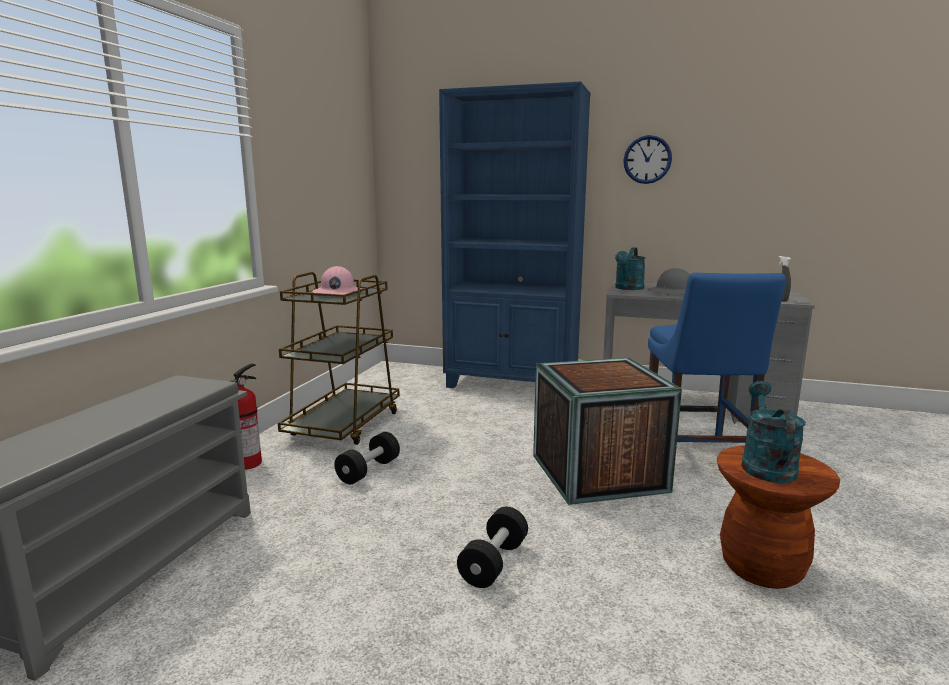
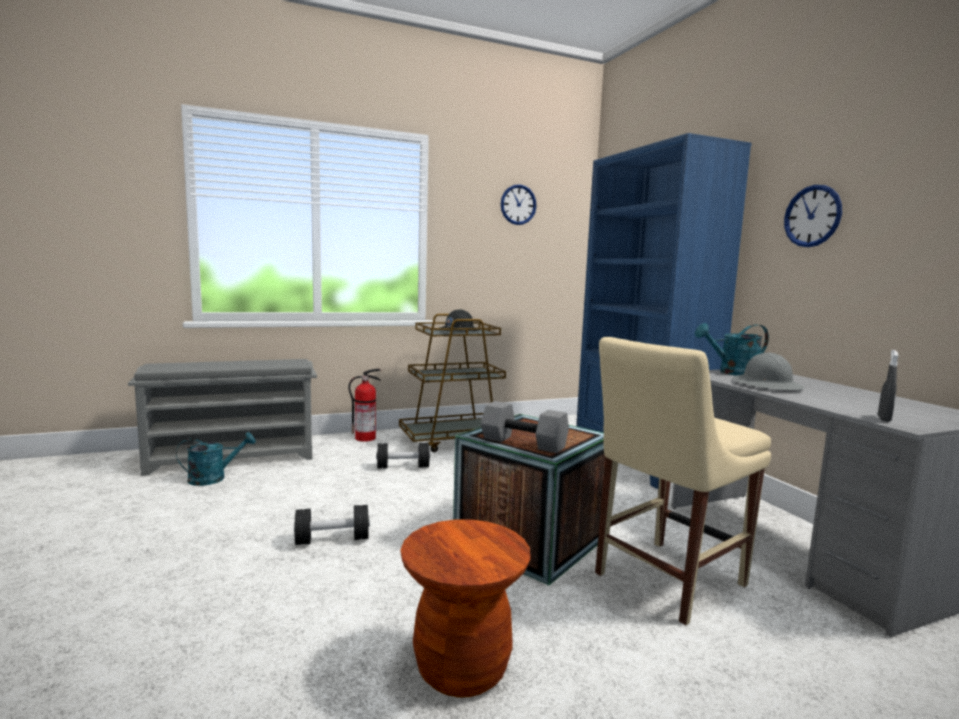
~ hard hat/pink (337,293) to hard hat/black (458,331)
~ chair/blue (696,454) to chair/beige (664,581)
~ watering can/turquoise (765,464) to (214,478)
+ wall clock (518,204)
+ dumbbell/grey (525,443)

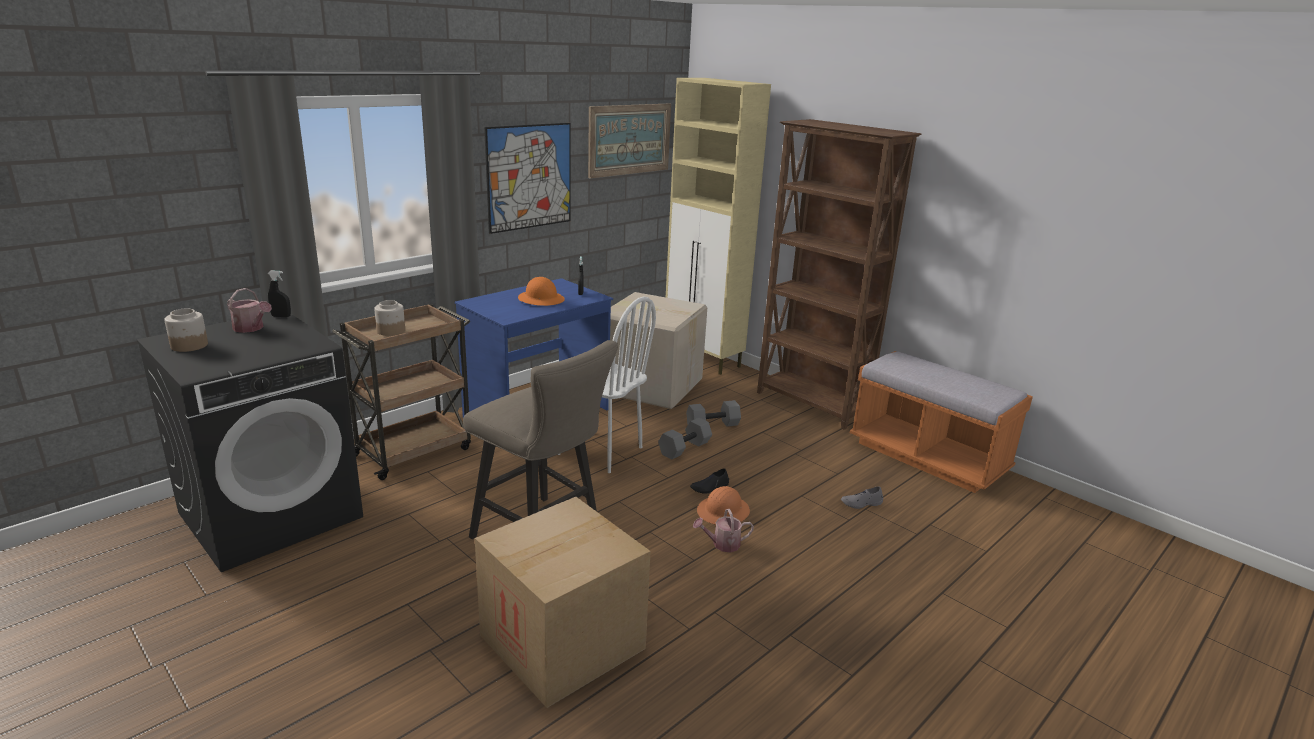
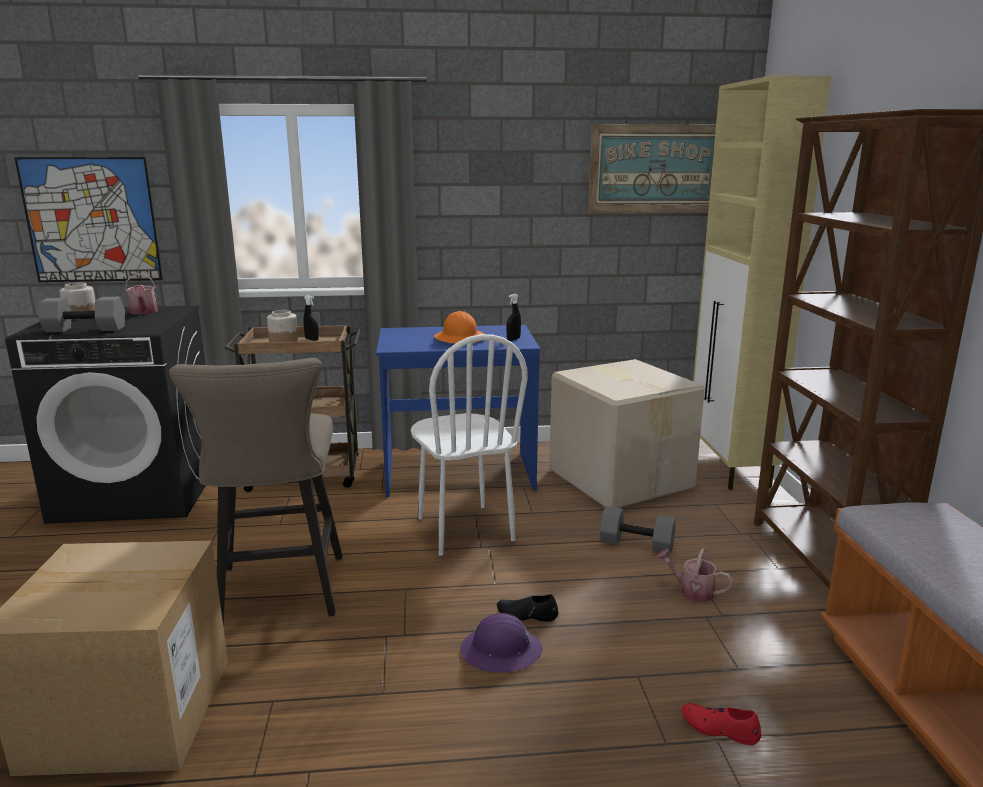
~ picture (529,177) to (91,220)
~ spray bottle/black (281,316) to (312,339)
~ dumbbell/grey (684,448) to (86,329)
~ hard hat/orange (723,512) to hard hat/purple (501,651)
~ shoe/grey (861,503) to shoe/red (719,728)
~ watering can (722,544) to (692,591)

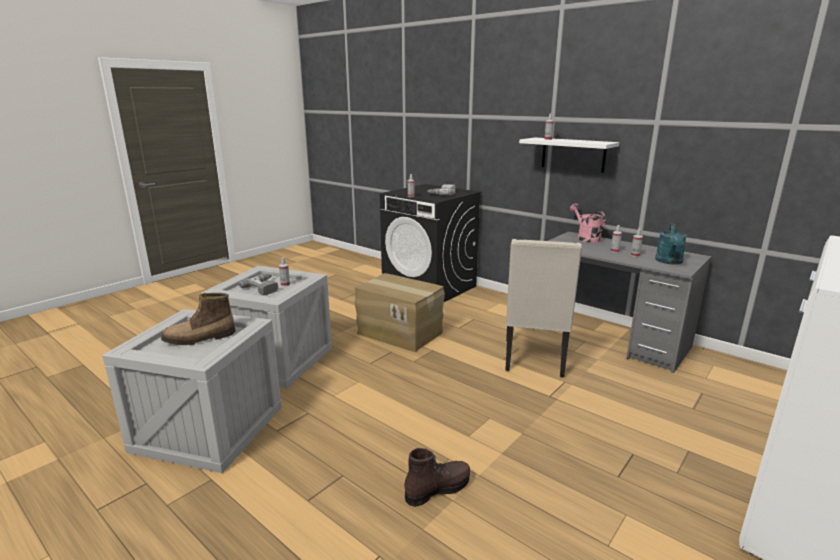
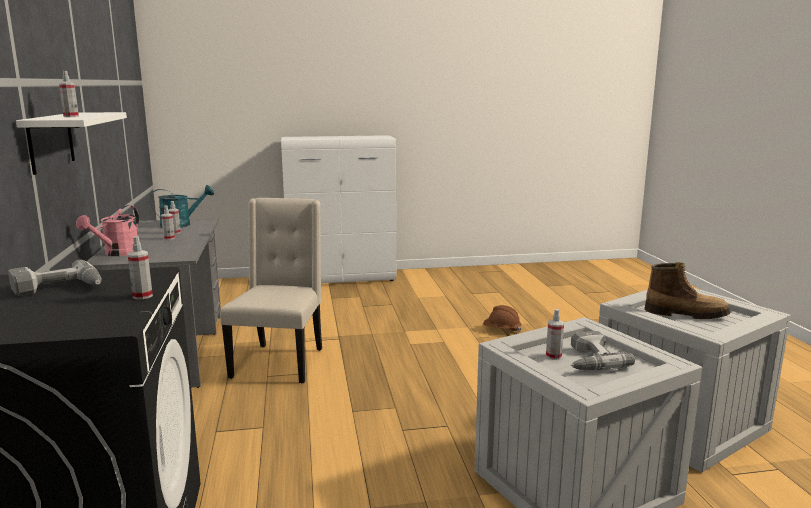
~ chair/beige (535,359) = (280,362) 45 degrees counterclockwise
- cardboard box (400,332)
~ boot/brown (437,489) to hard hat/brown (501,330)

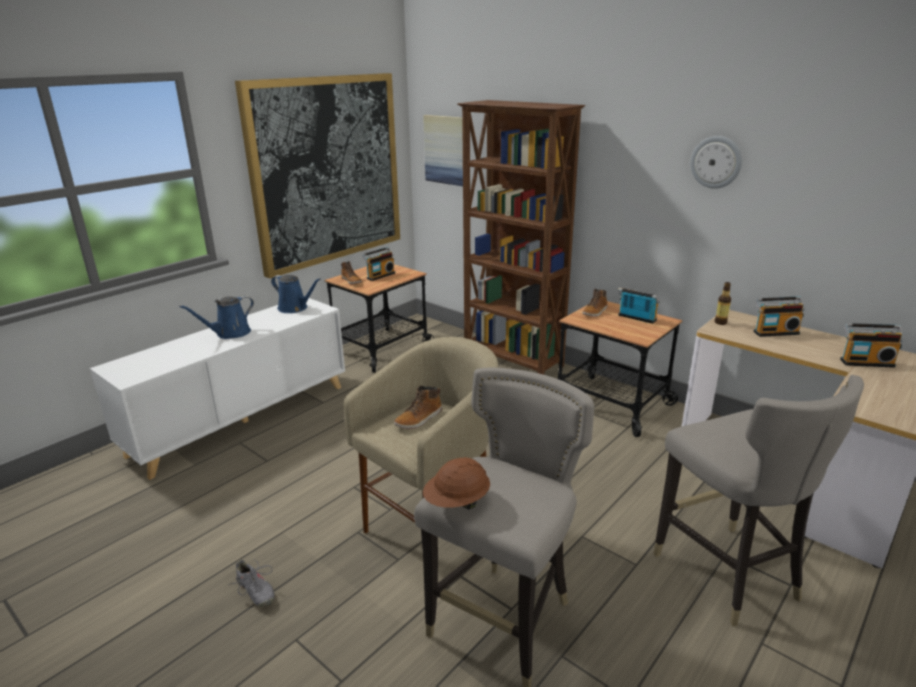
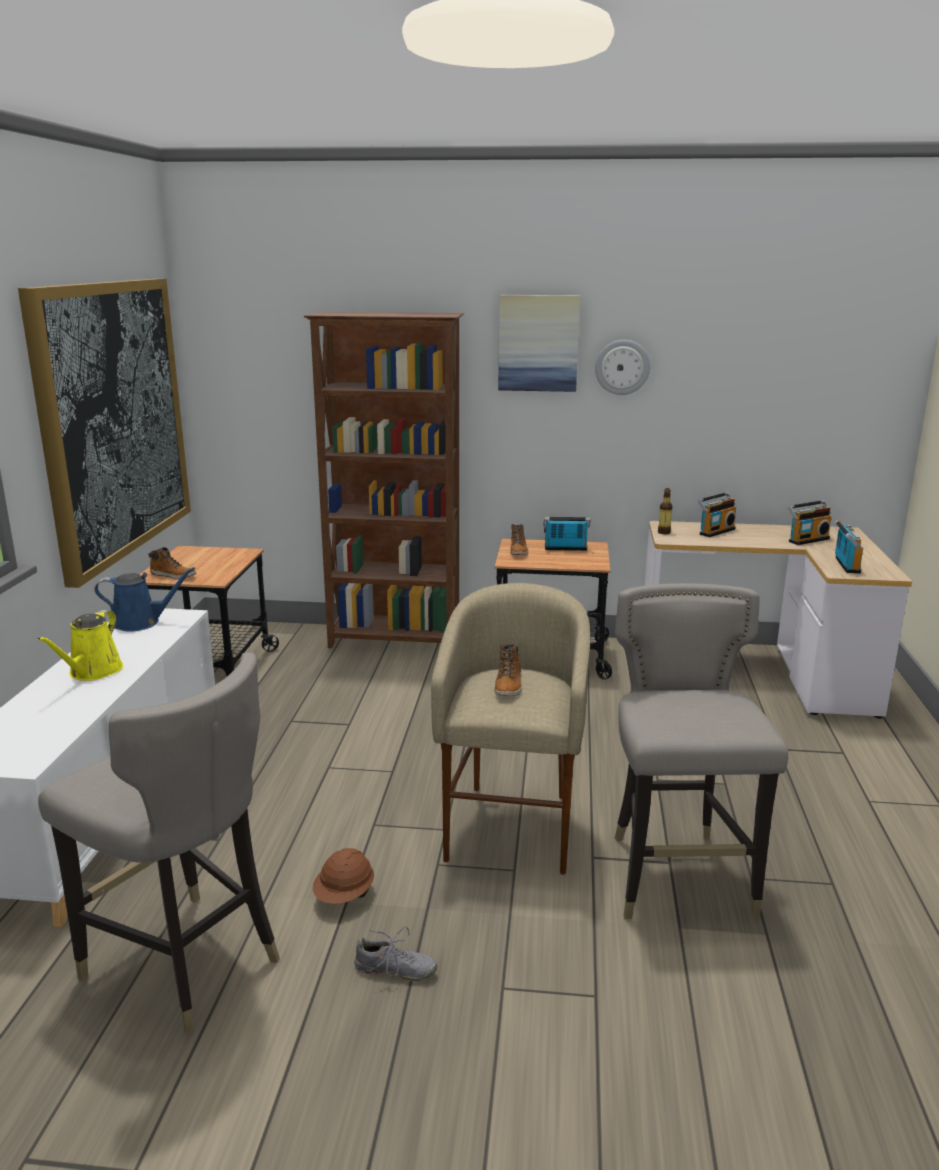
~ picture (447,150) to (538,343)
~ radio (380,275) to (844,565)
~ watering can/blue (230,333) to watering can/yellow (92,672)
~ stool/grey (727,575) to (185,965)
~ hard hat/brown (457,502) to (344,896)

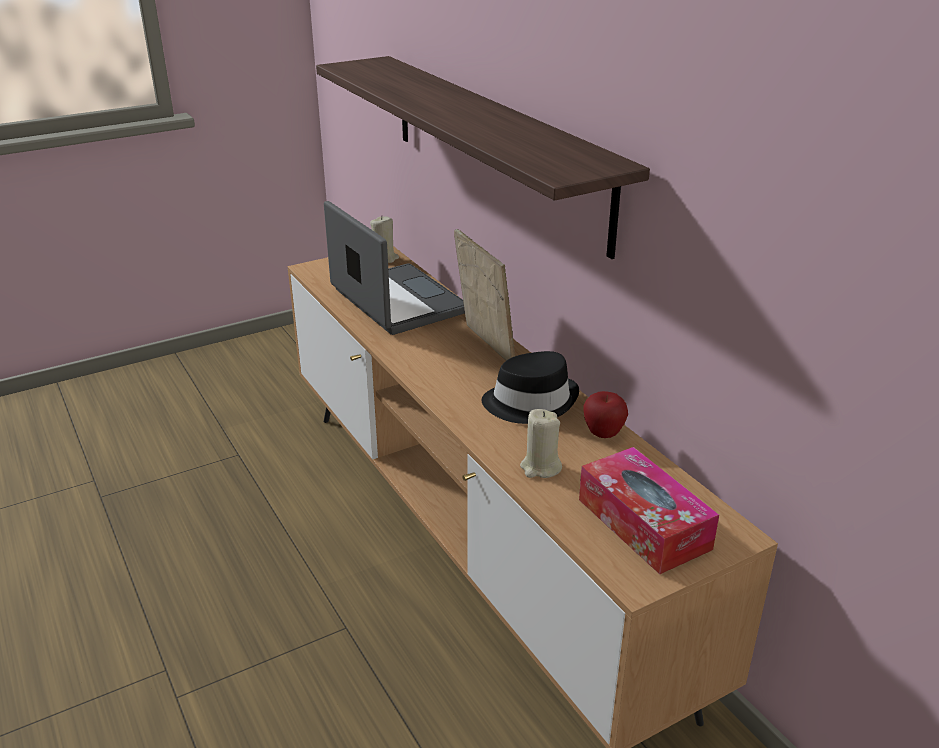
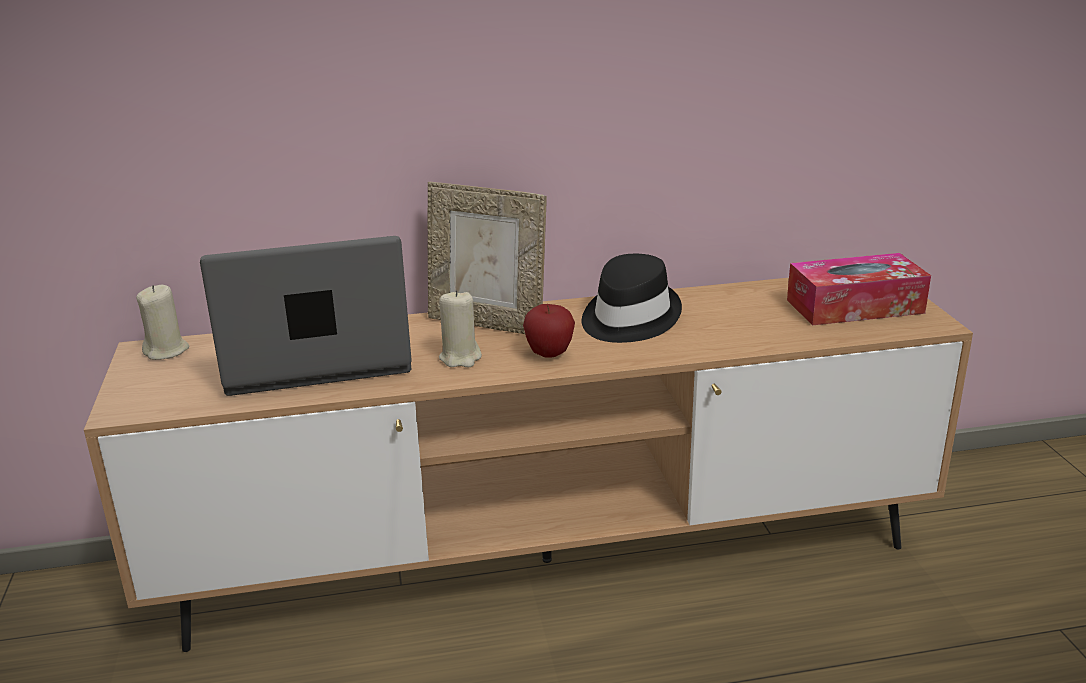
- shelf (494,146)
~ picture frame (484,346) = (487,323) 150 degrees counterclockwise
~ apple (603,434) to (549,354)
~ candle/beige (540,467) to (460,358)

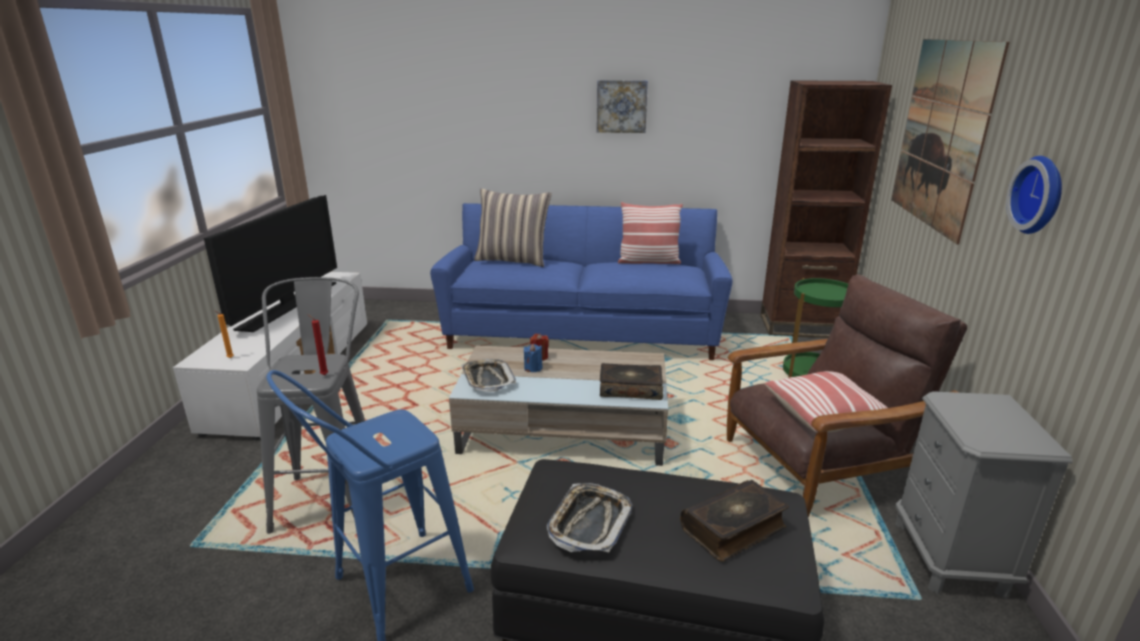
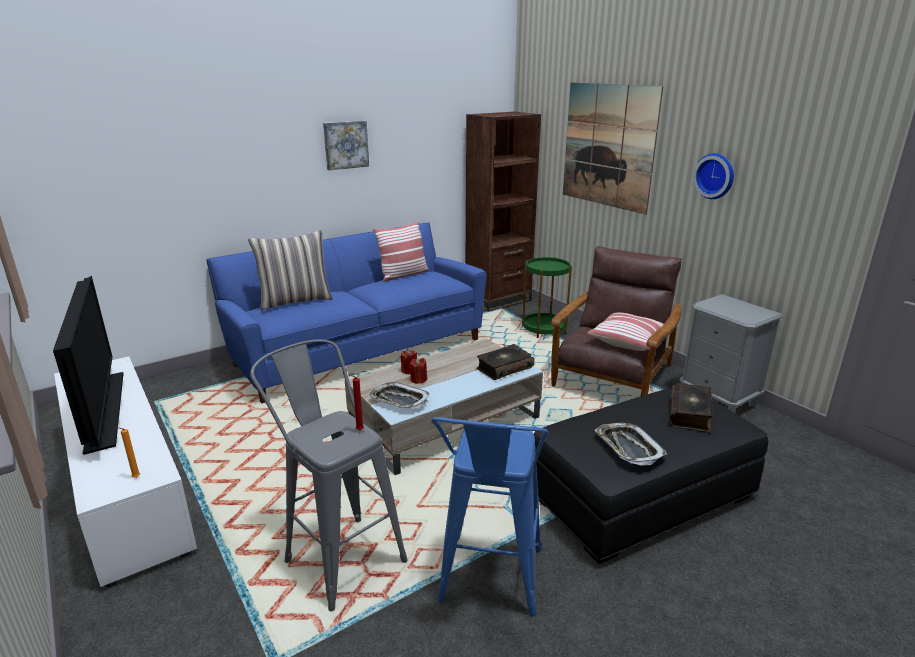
~ candle/blue (533,368) to candle/red (418,380)

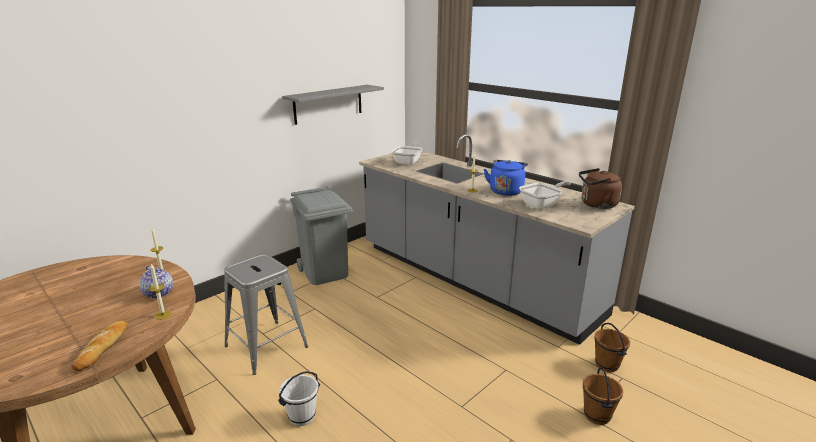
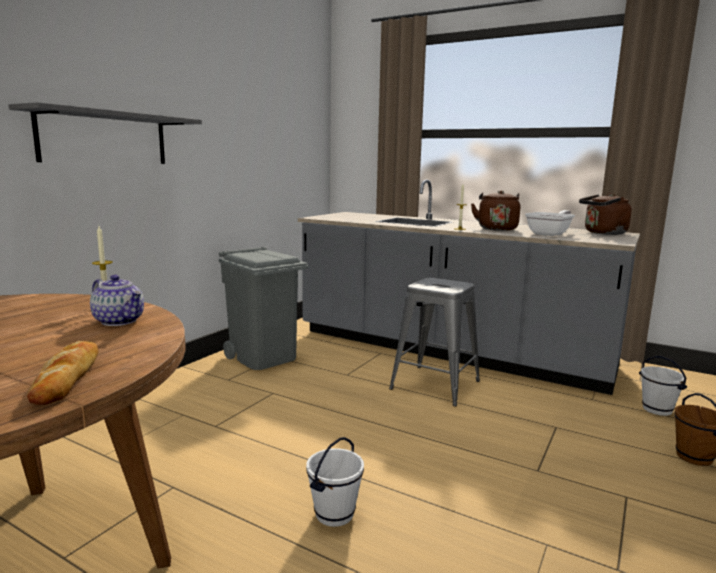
~ shelf/grey (328,104) to (105,138)
- frying pan (408,162)
~ kettle/blue (506,191) to kettle/brown (496,228)
~ stool/grey (266,346) to (434,385)
- candle (163,315)
~ bucket/brown (607,365) to bucket/white (657,409)

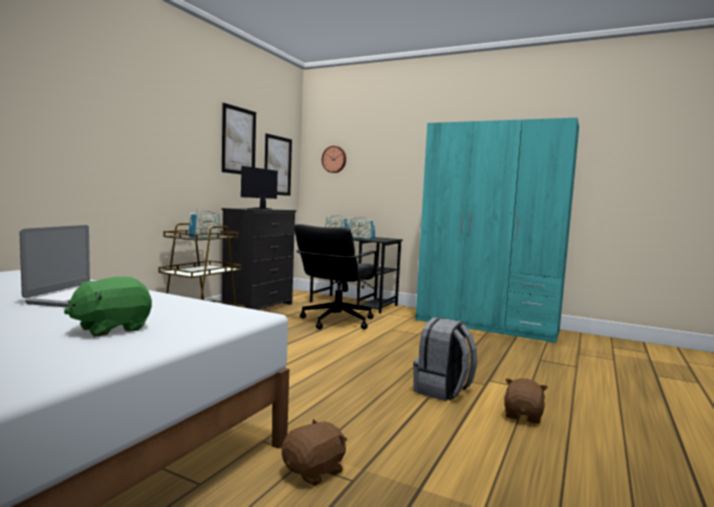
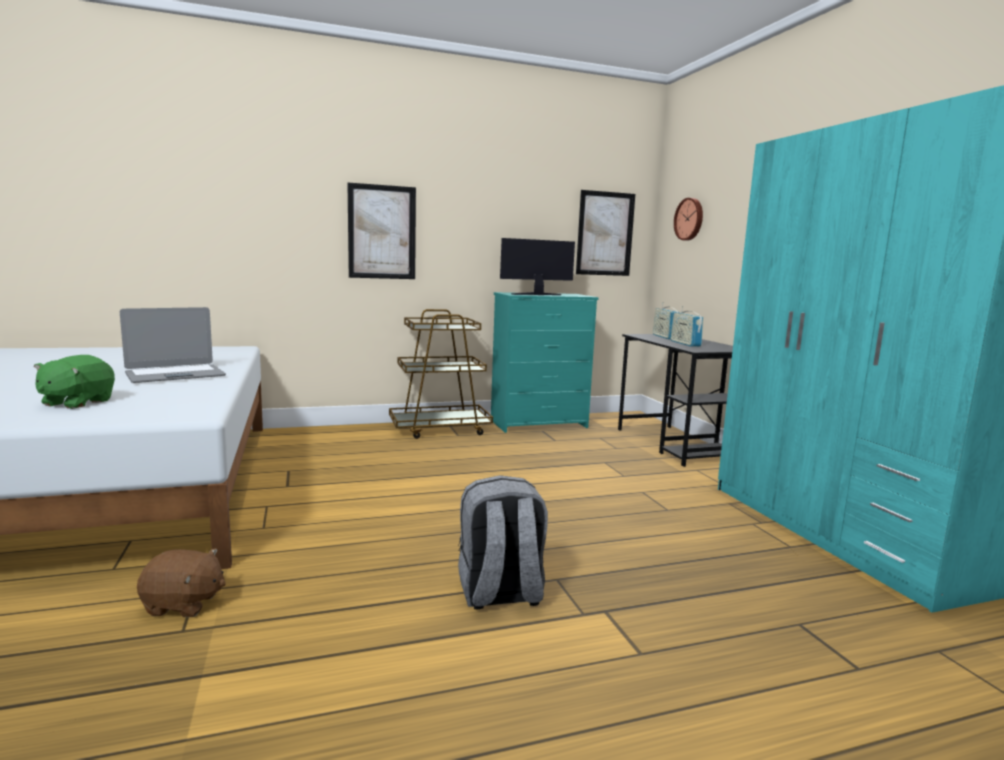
~ picture (238,141) to (382,232)
- radio (204,237)
~ dresser/black (259,307) to dresser/turquoise (539,424)
- office chair/black (336,321)
~ plush toy/green (111,329) = (76,403) 75 degrees counterclockwise
- plush toy/brown (523,415)

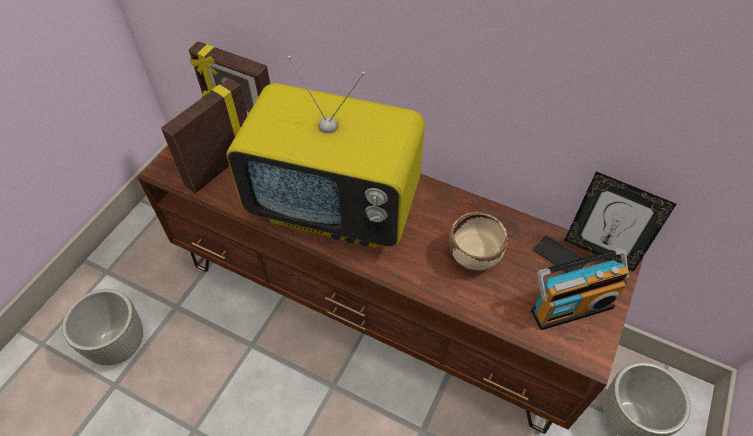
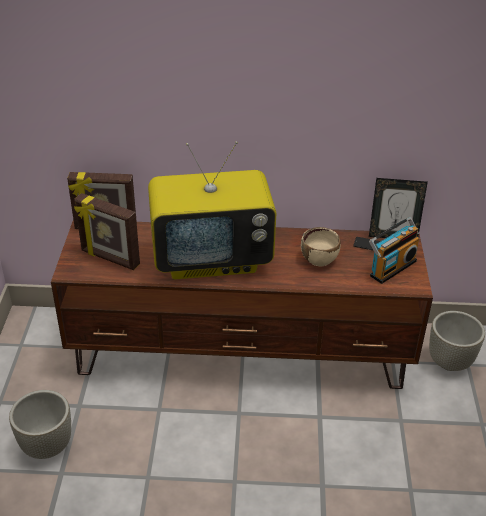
~ picture frame (219,165) = (109,258) 75 degrees counterclockwise

